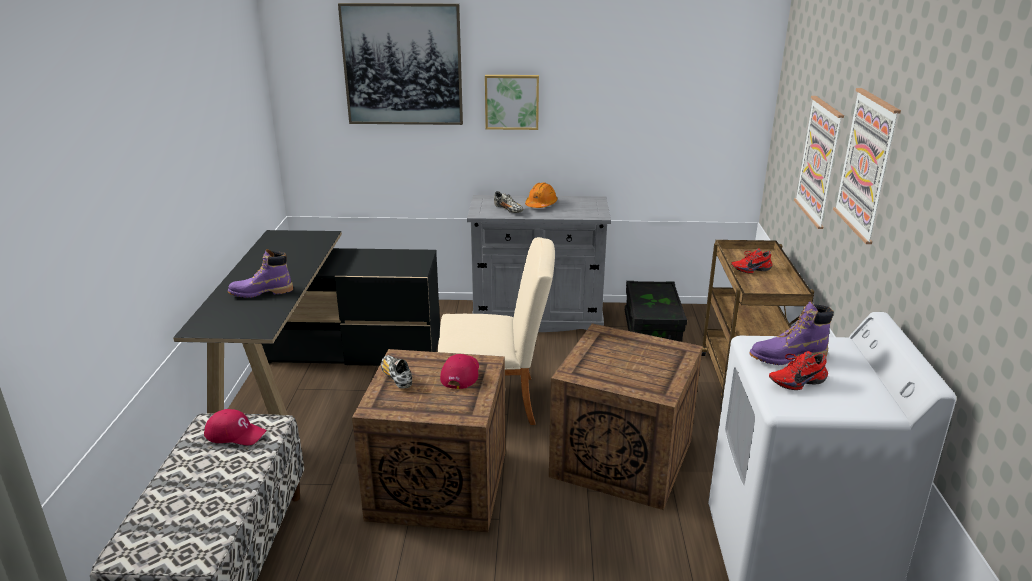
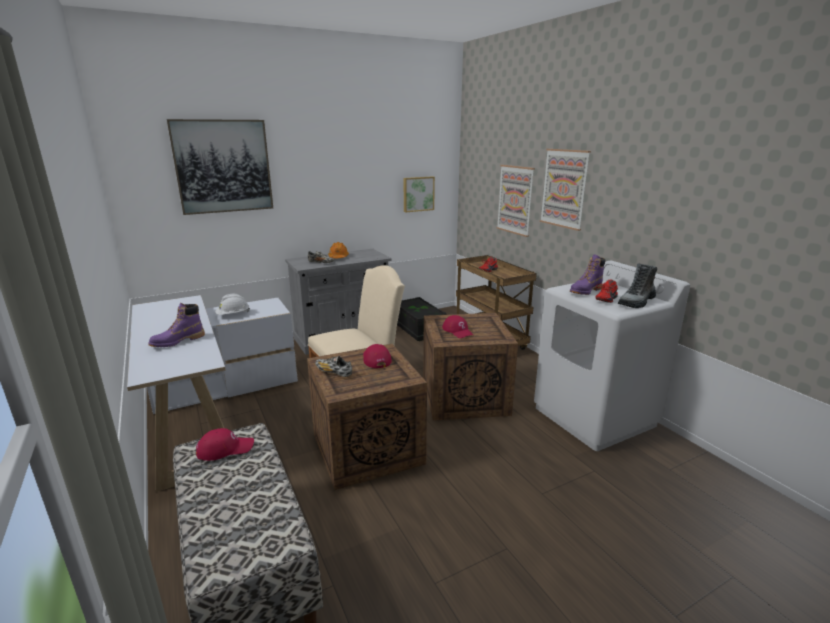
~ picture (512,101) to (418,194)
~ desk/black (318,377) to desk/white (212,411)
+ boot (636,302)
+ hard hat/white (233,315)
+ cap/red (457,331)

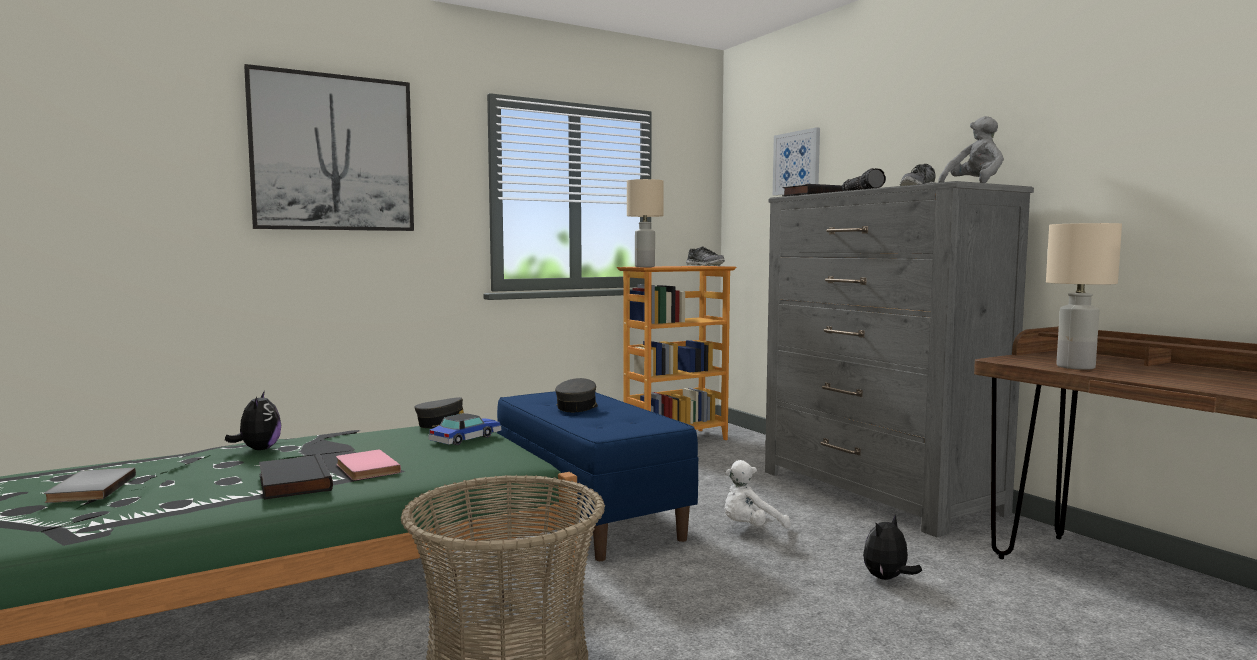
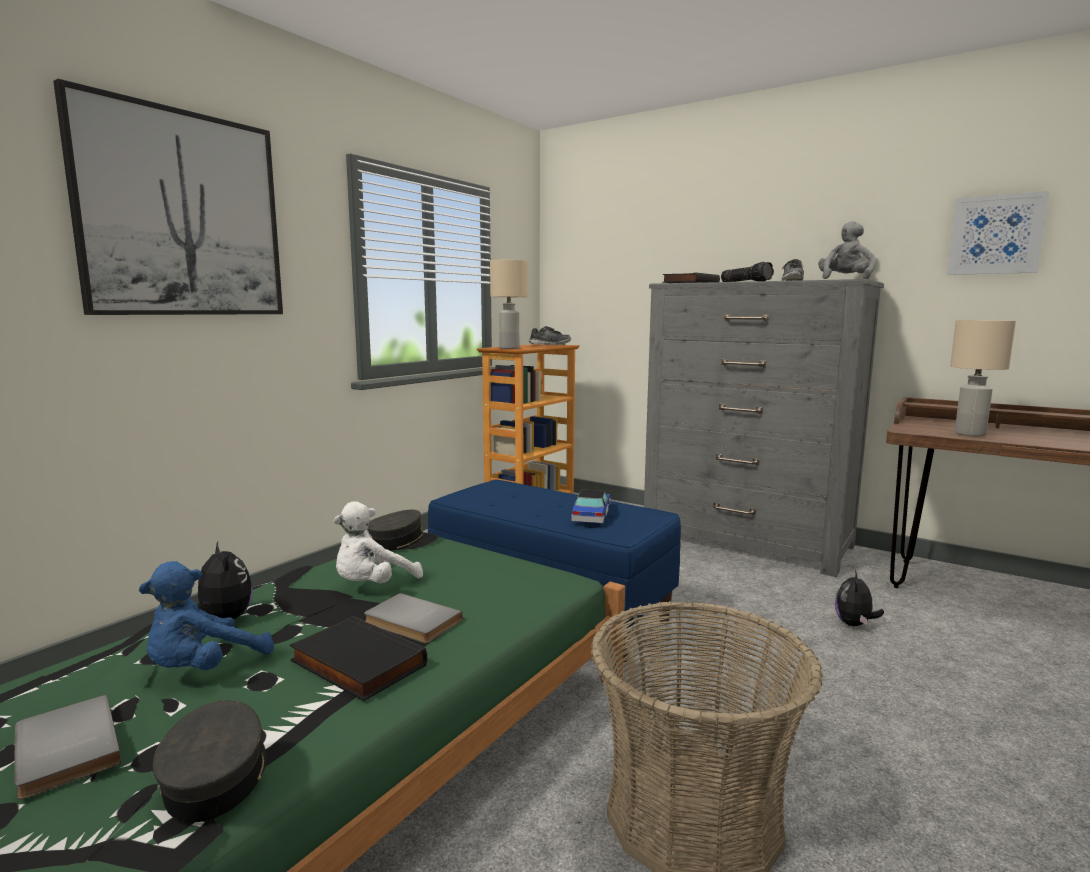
~ picture (797,163) to (995,235)
~ cap/grey (577,407) to (216,778)
~ toy car (465,438) to (591,514)
~ book/pink (364,468) to book/grey (410,622)
~ plush toy/white (750,528) to (373,585)
+ plush toy/blue (203,668)

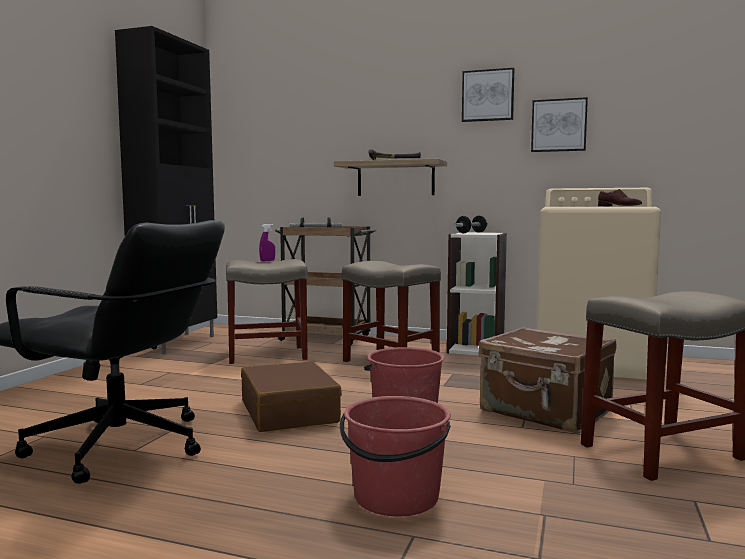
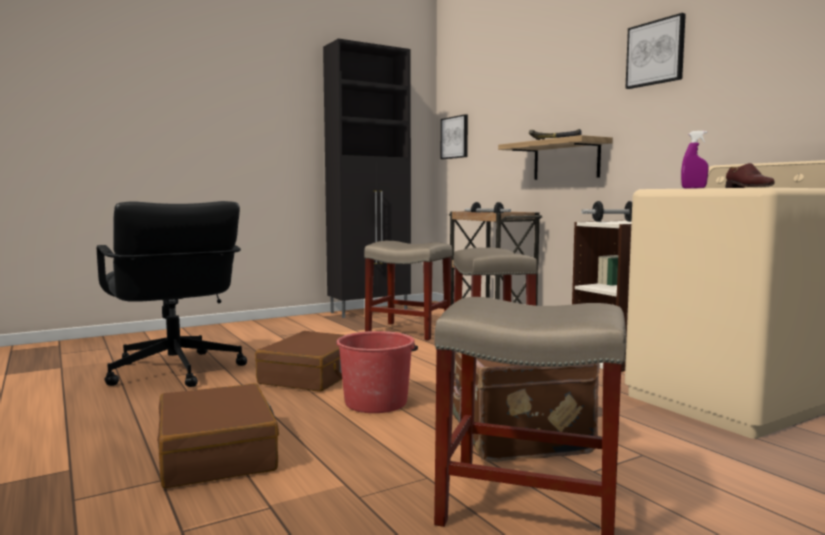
~ picture (559,125) to (455,137)
~ spray bottle/purple (267,261) to (693,188)
~ bucket/red (396,497) to suitcase/brown (217,453)

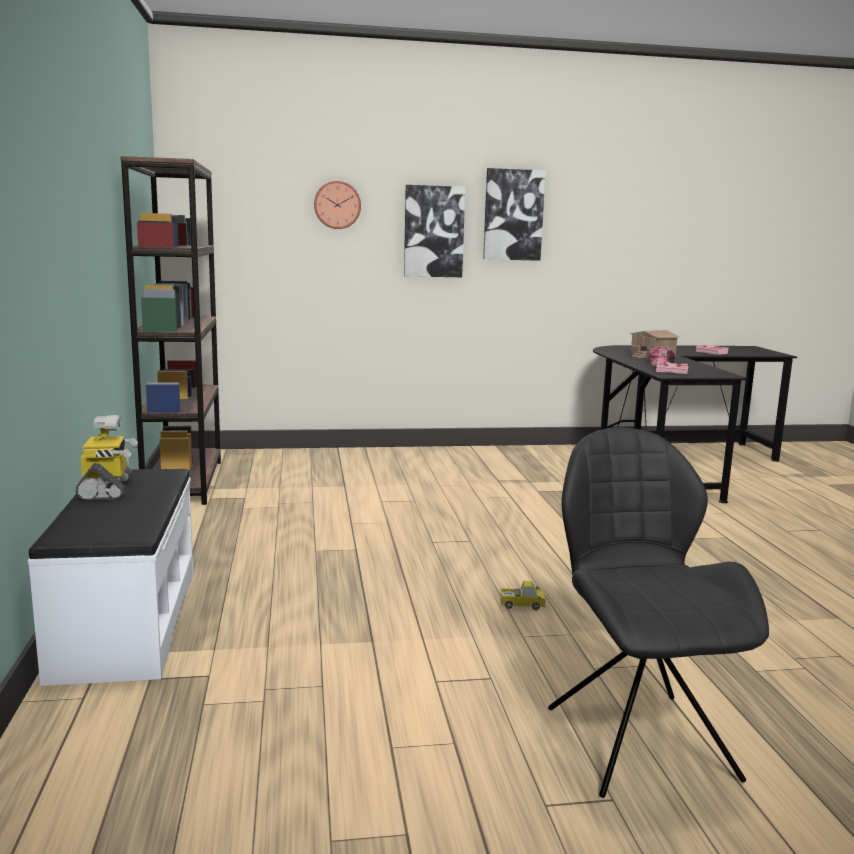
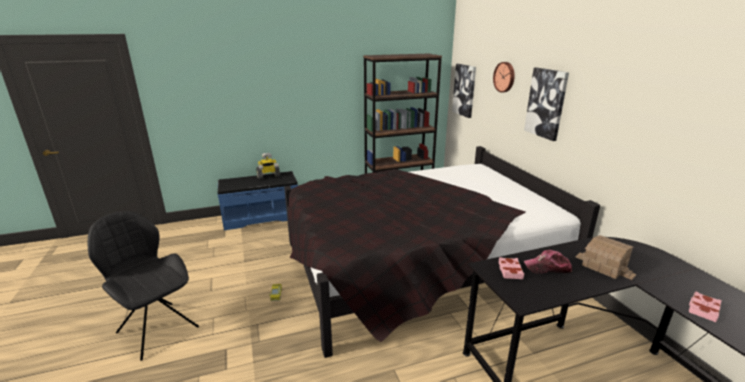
~ picture (513,215) to (464,90)
~ chair/black (637,738) = (156,328) 120 degrees counterclockwise
~ bench/white (125,622) to bench/blue (261,217)
+ bed/black (418,265)

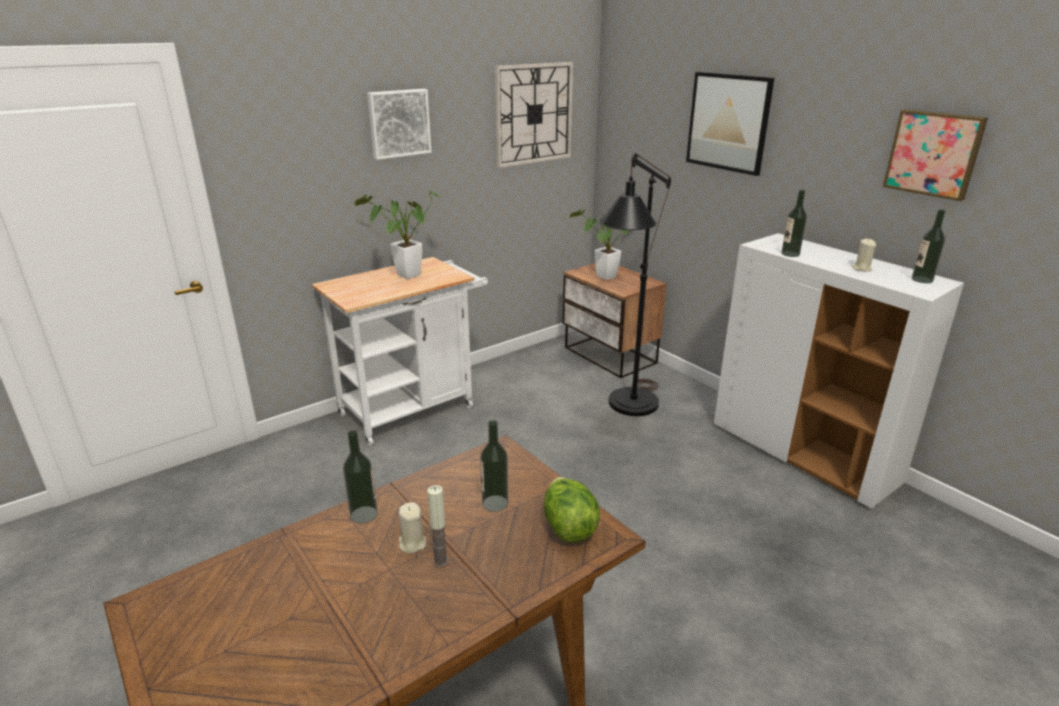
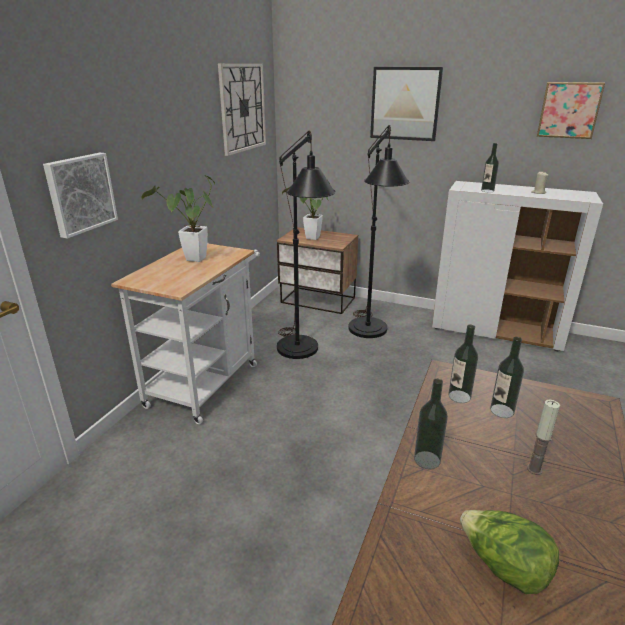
~ picture (398,123) to (80,193)
~ bottle (922,279) to (459,396)
~ lettuce (568,527) to (503,567)
- candle/beige (412,543)
+ floor lamp/black (300,354)

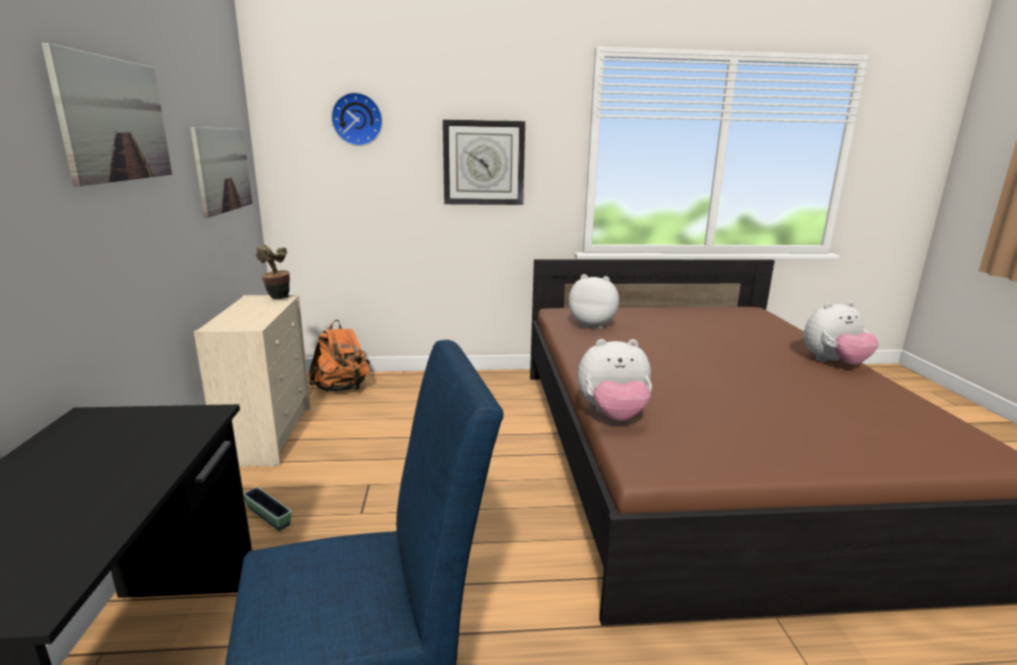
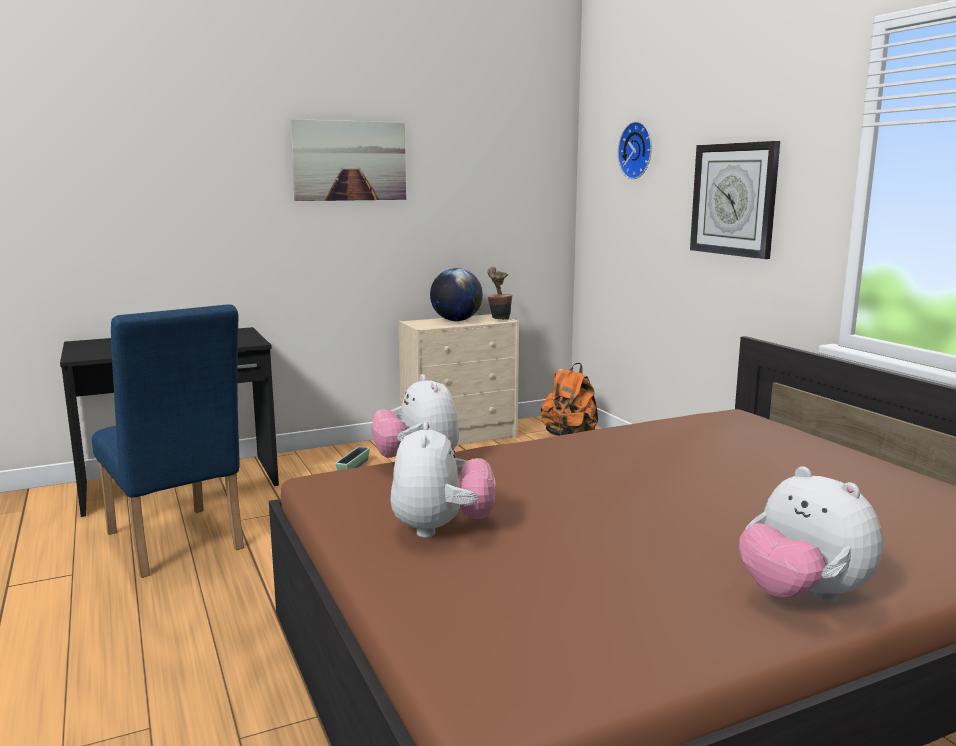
- picture (223,169)
~ plush toy (593,324) to (441,529)
+ globe (456,320)

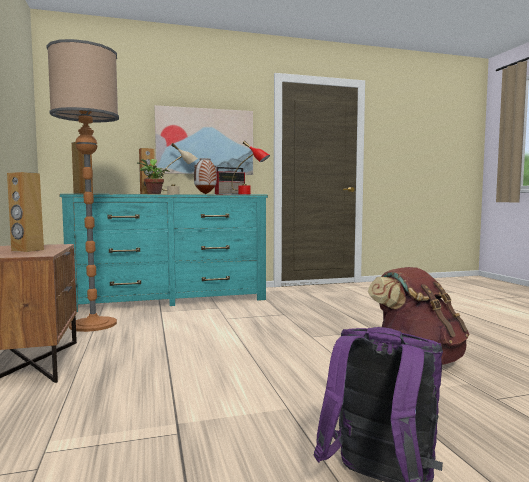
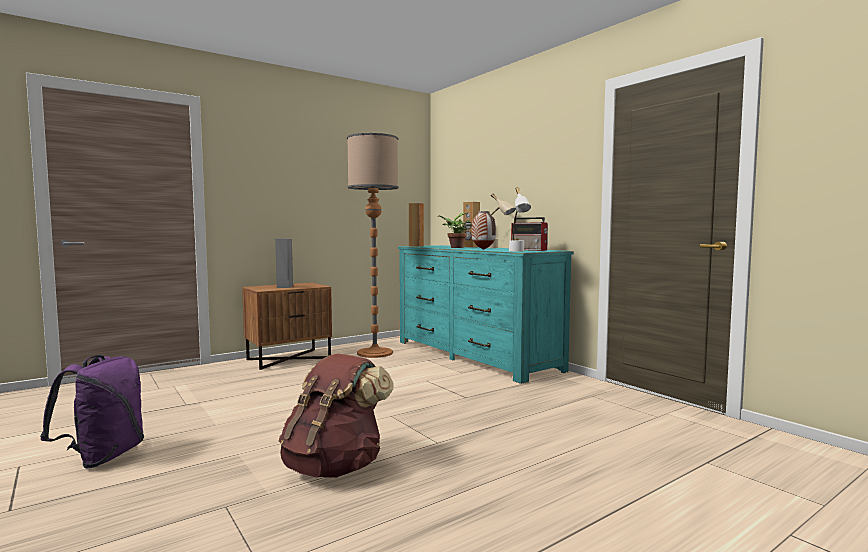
- picture (205,141)
~ table lamp/red (250,194) to table lamp/white (518,251)
~ speaker/brown (27,250) to speaker/grey (284,287)

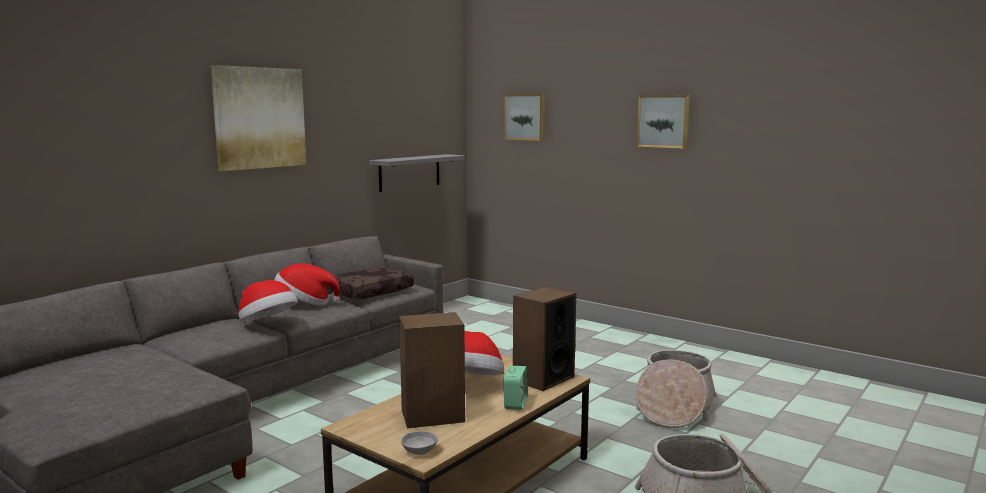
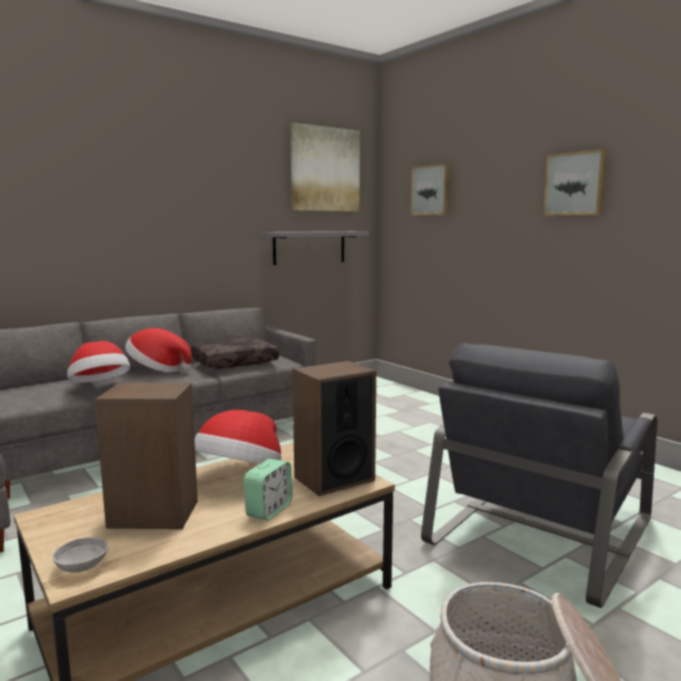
~ picture (259,118) to (325,169)
~ basket (674,408) to armchair/grey (541,529)

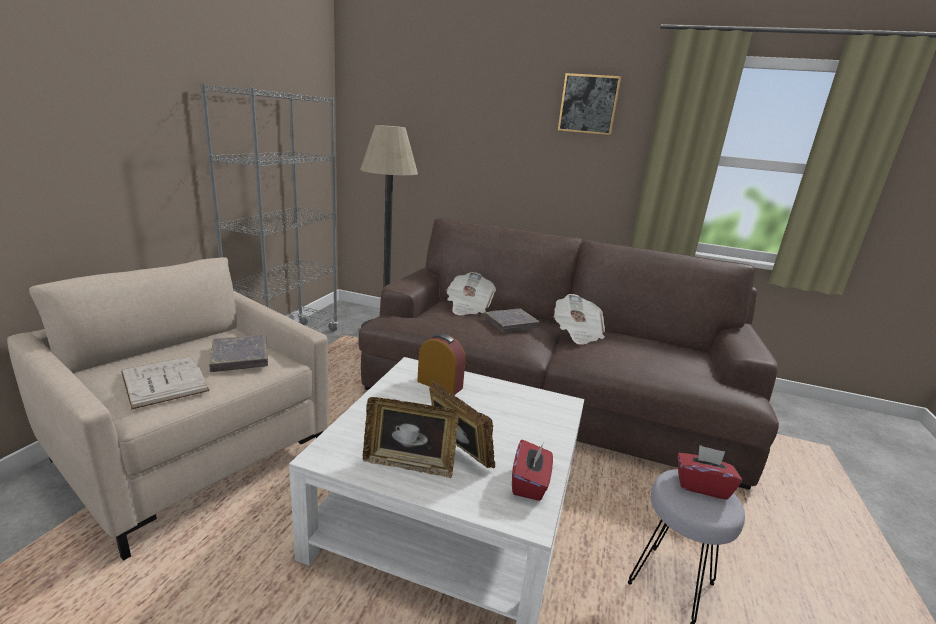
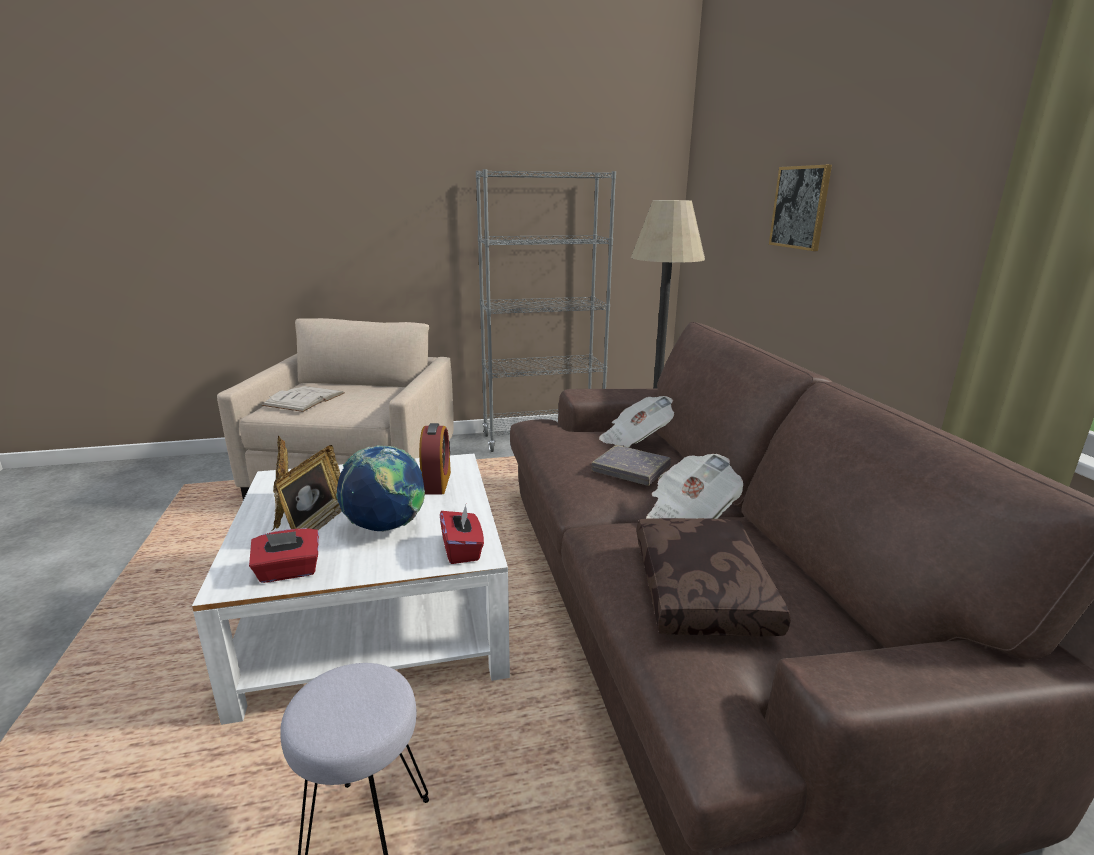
~ picture (588,104) to (800,207)
- book/grey (240,357)
~ tissue box/red (701,486) to (462,550)
+ globe (386,527)
+ pillow/brown (704,591)

